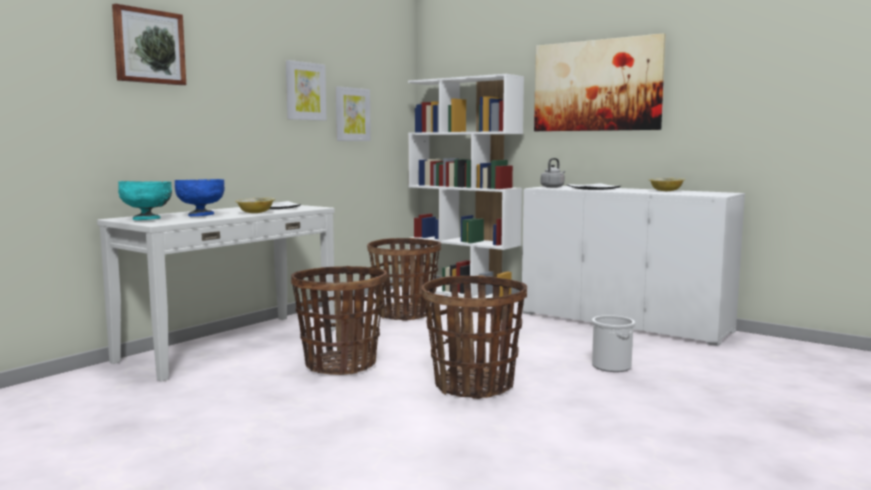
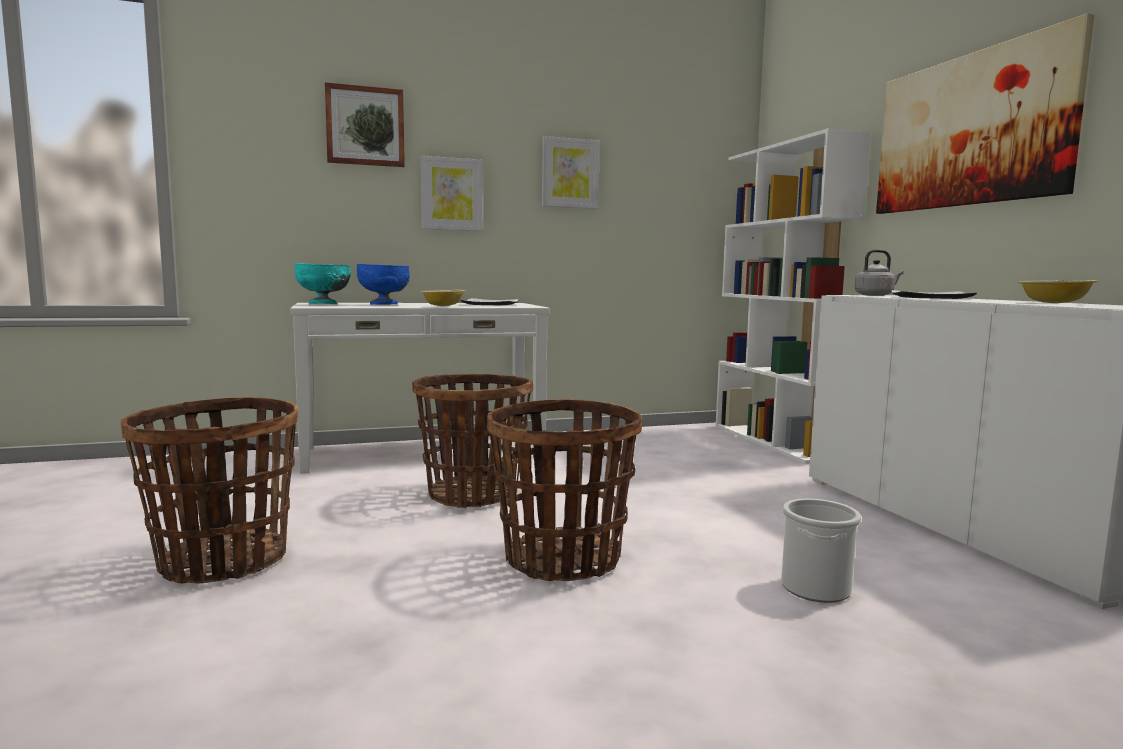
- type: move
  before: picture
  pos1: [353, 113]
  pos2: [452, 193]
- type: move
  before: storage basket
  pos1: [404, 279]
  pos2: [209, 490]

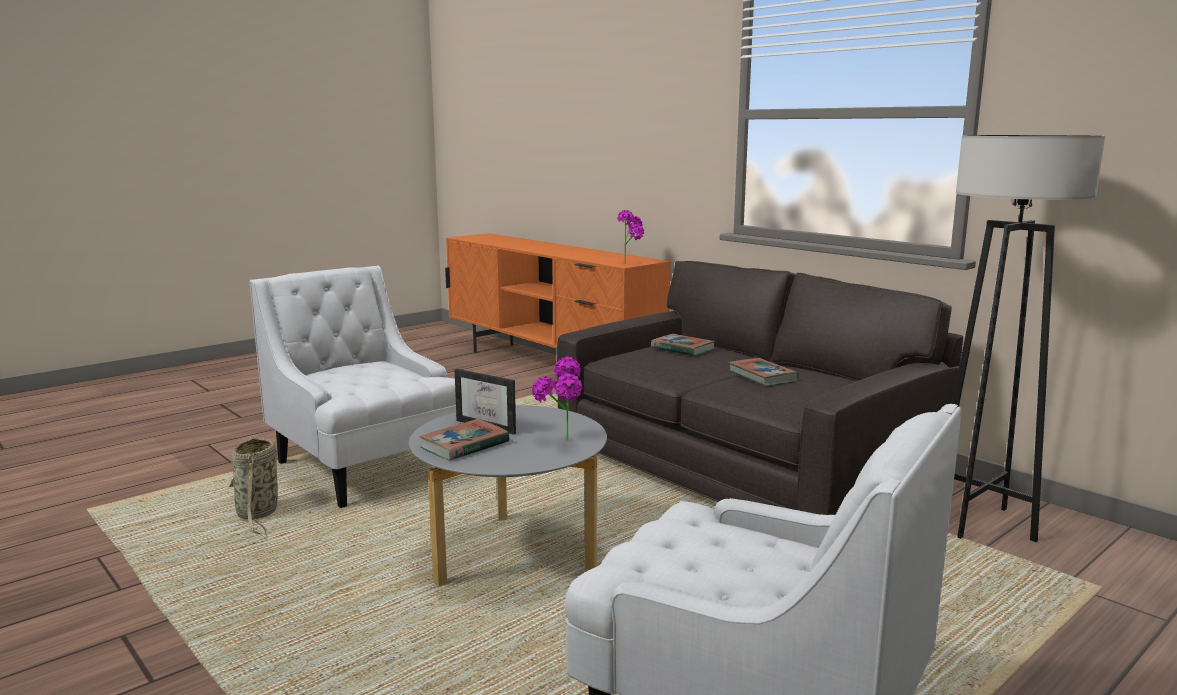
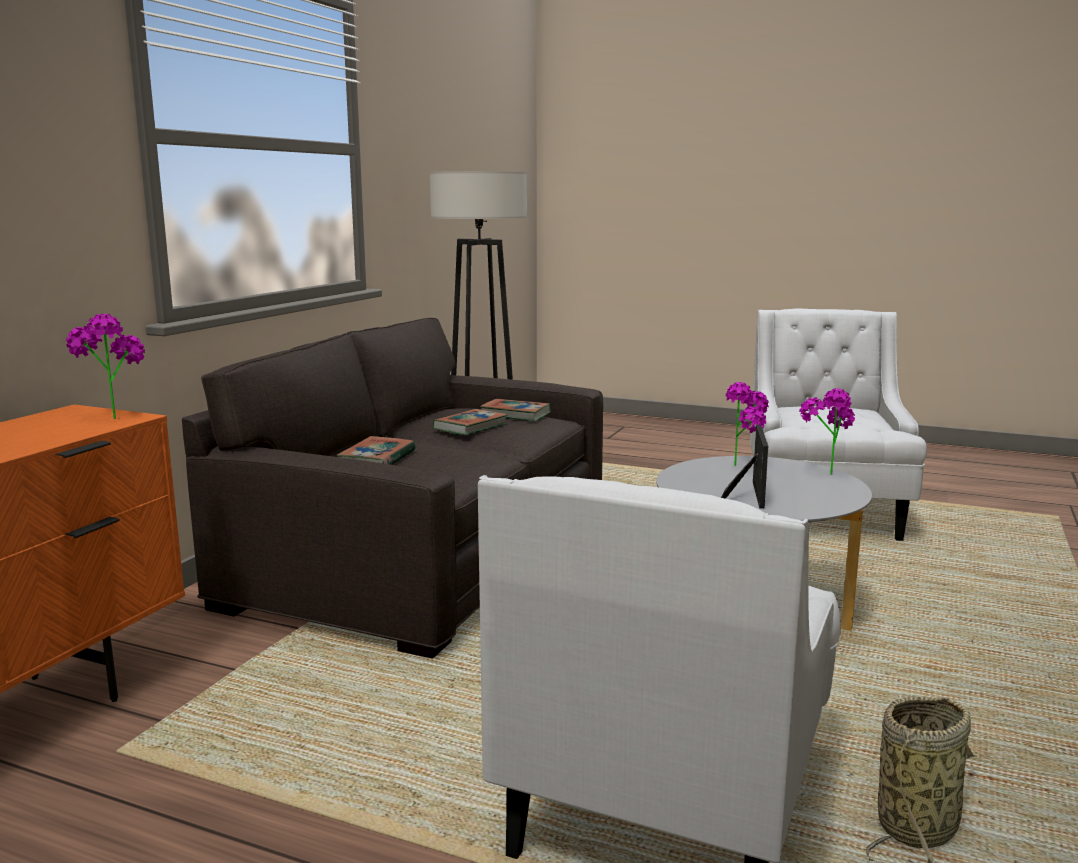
- type: move
  before: bound book
  pos1: [464, 440]
  pos2: [515, 410]
- type: insert
  after: plant in a pot
  pos2: [827, 432]

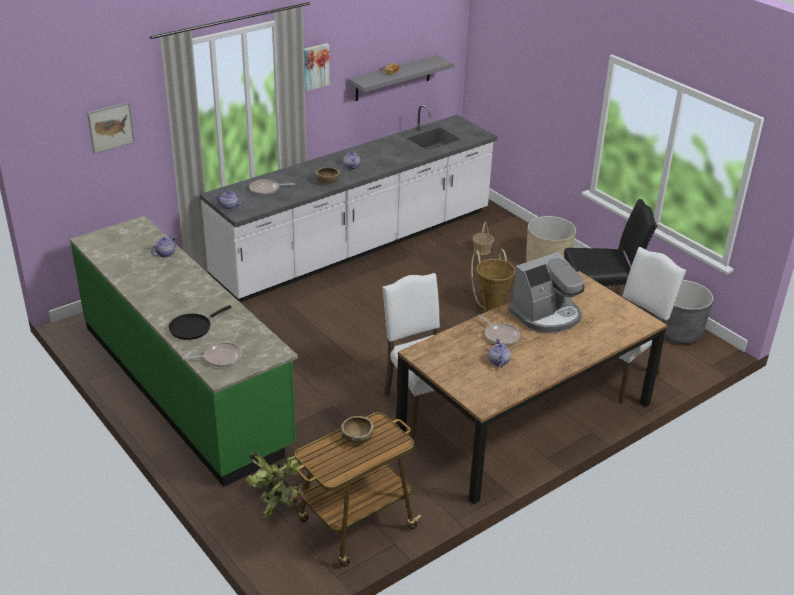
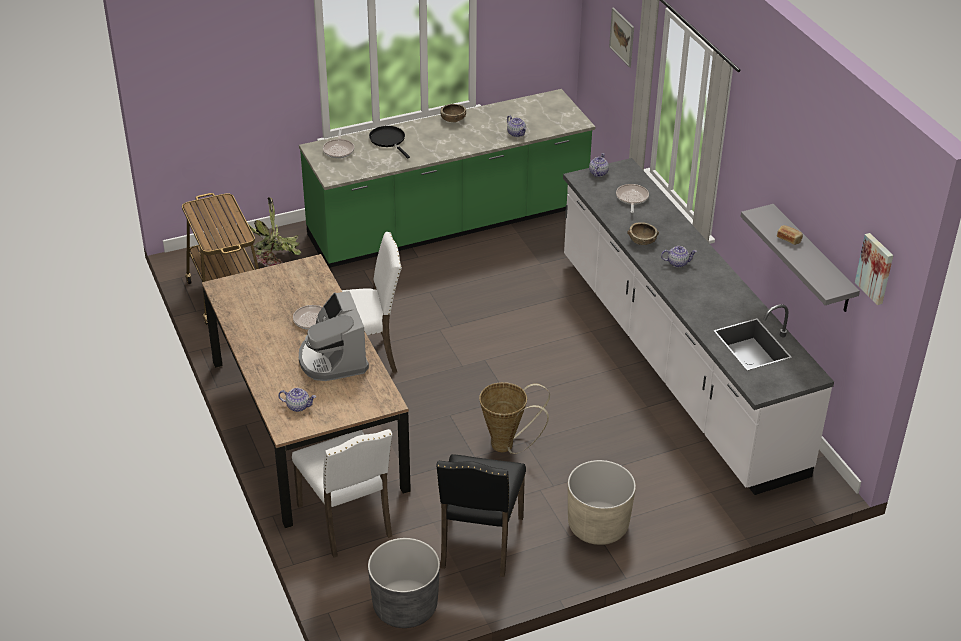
- type: move
  before: picture
  pos1: [317, 67]
  pos2: [874, 269]
- type: delete
  before: storage basket
  pos1: [483, 238]
- type: move
  before: pot for tea
  pos1: [499, 352]
  pos2: [297, 400]
- type: move
  before: brownish deep dish
  pos1: [357, 430]
  pos2: [453, 113]

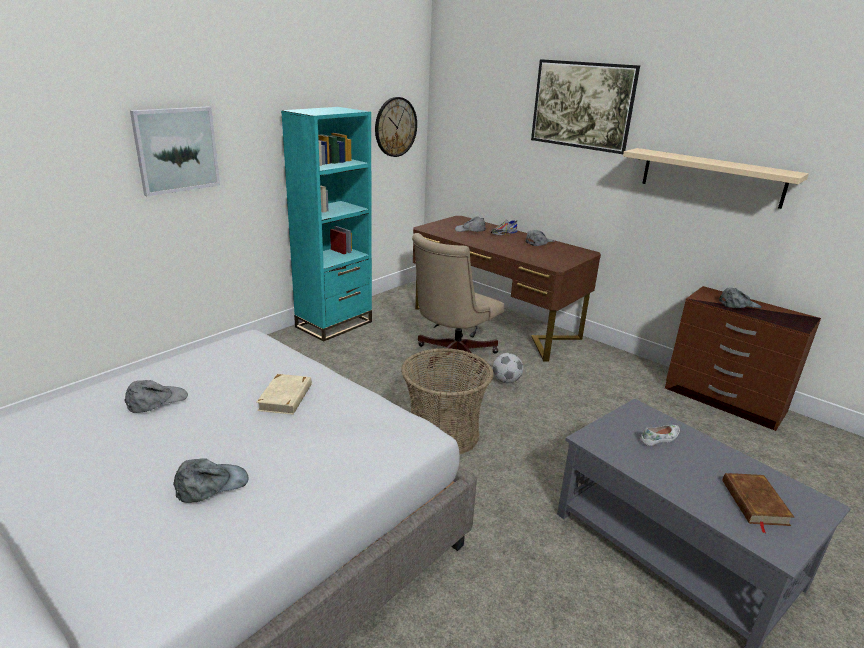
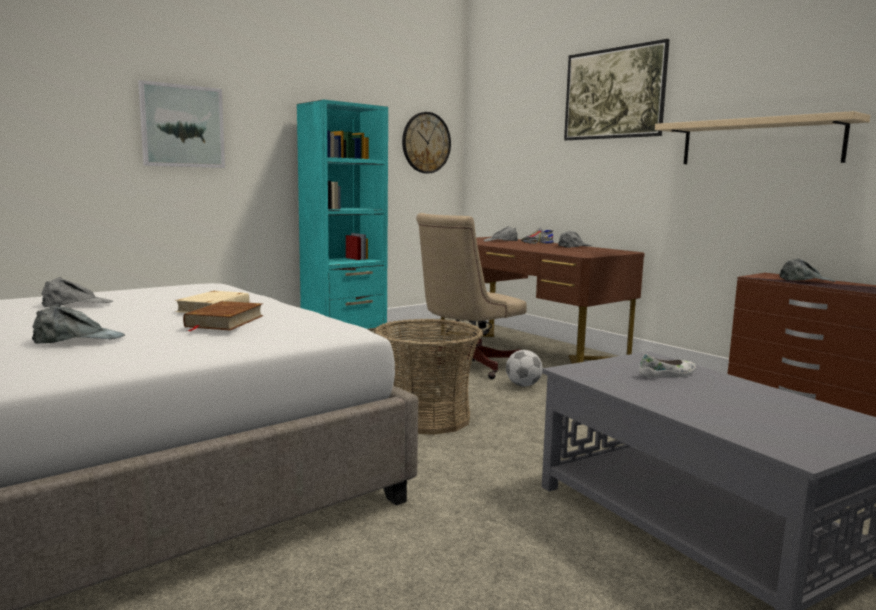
- type: move
  before: brownish bound book
  pos1: [758, 503]
  pos2: [223, 316]

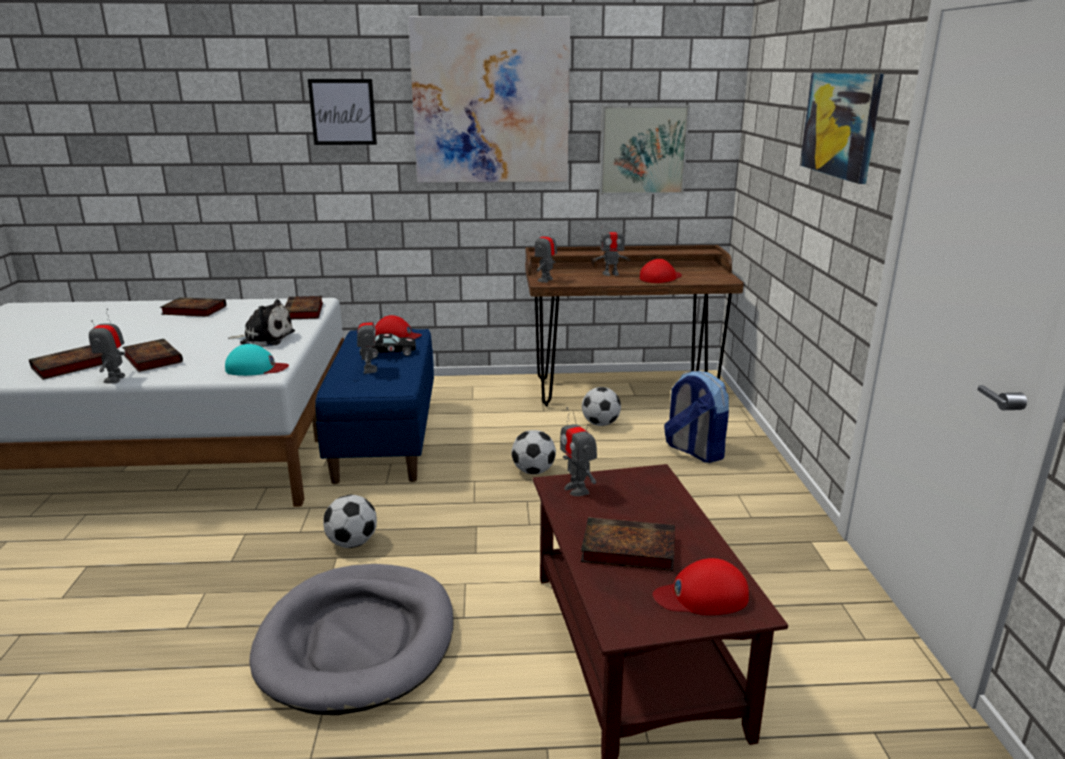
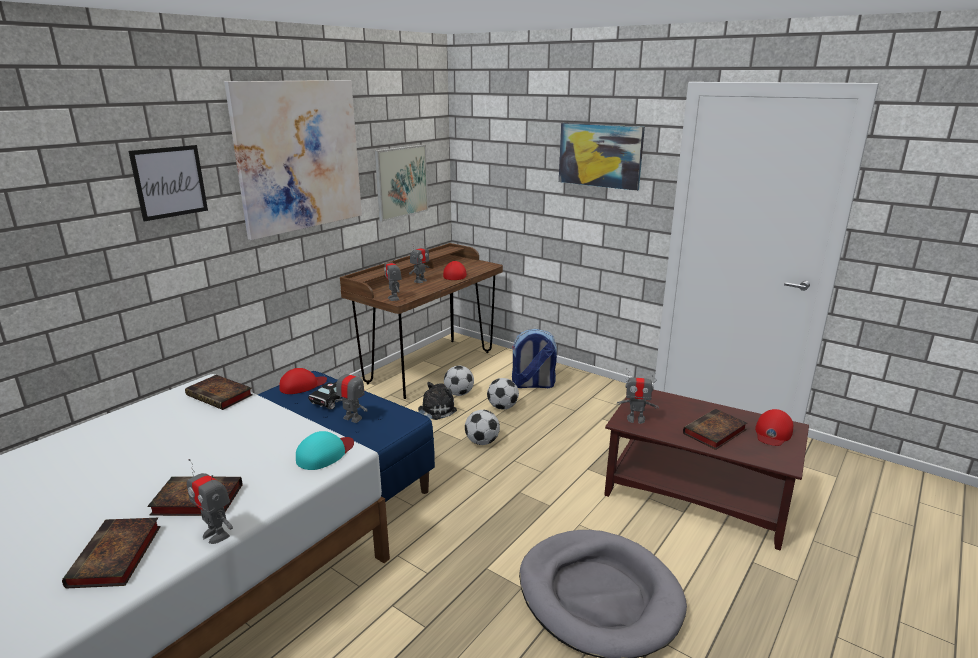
- type: delete
  before: bound book
  pos1: [193, 307]
- type: move
  before: soft toy
  pos1: [261, 323]
  pos2: [437, 401]
- type: move
  before: ball for football
  pos1: [350, 521]
  pos2: [503, 394]

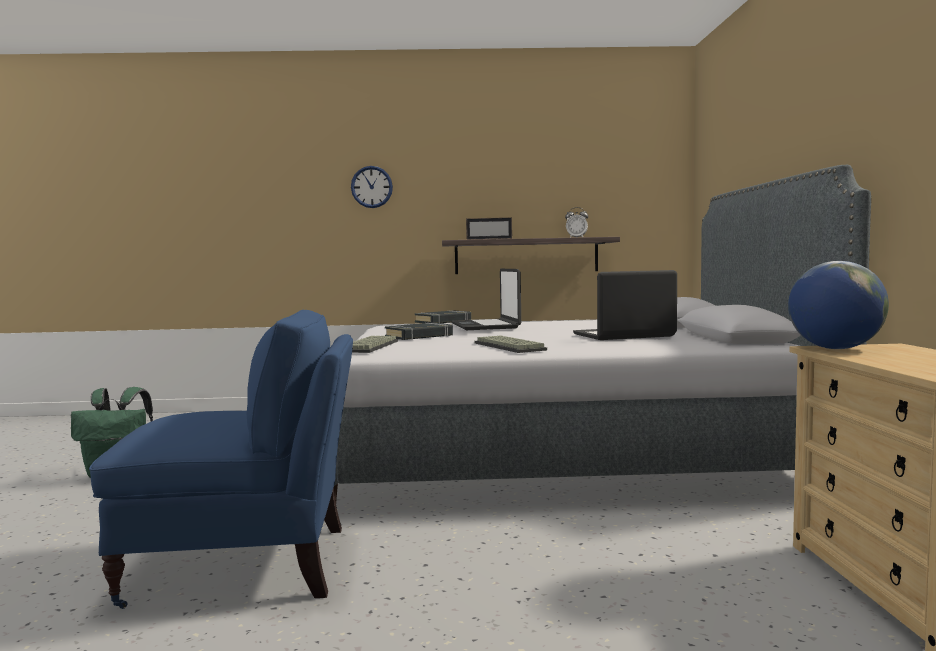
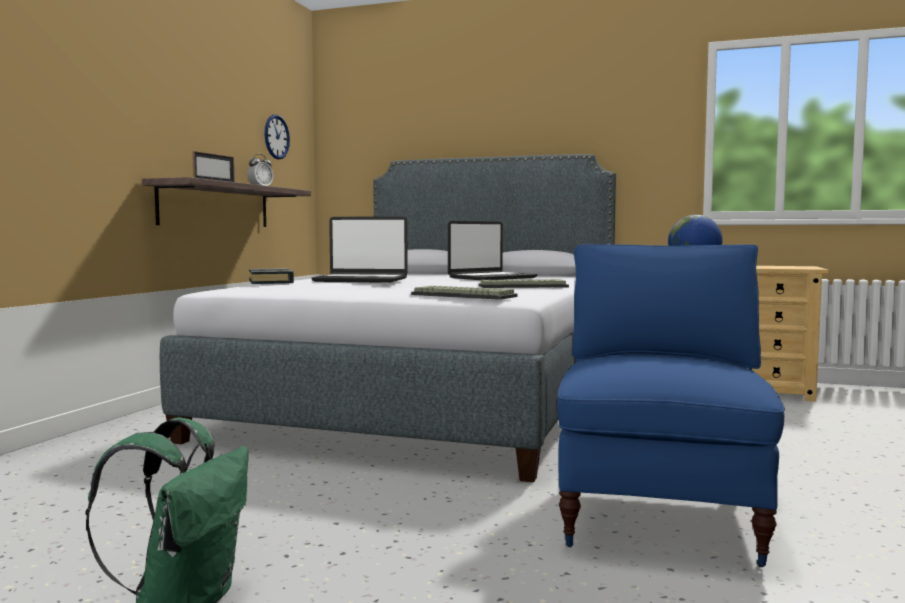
- type: move
  before: hanging clock
  pos1: [372, 187]
  pos2: [277, 137]
- type: rotate
  before: notebook computer
  pos1: [625, 305]
  pos2: [493, 250]
  turn: -135
- type: delete
  before: black-coloured bound book
  pos1: [419, 331]

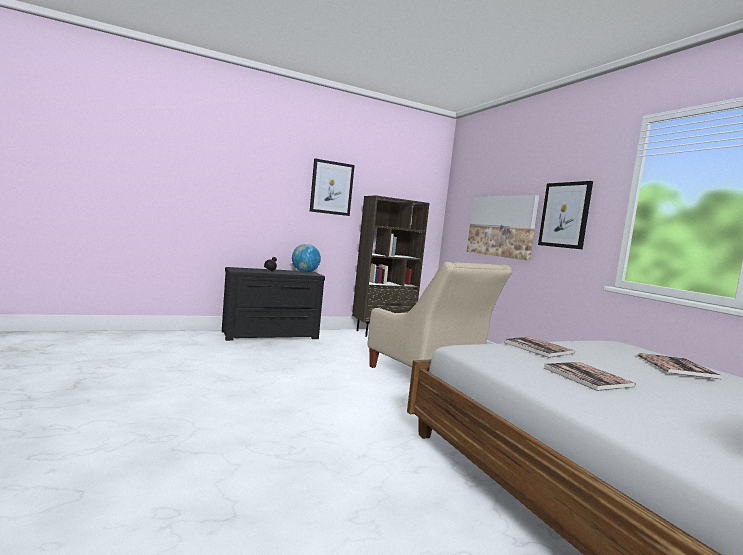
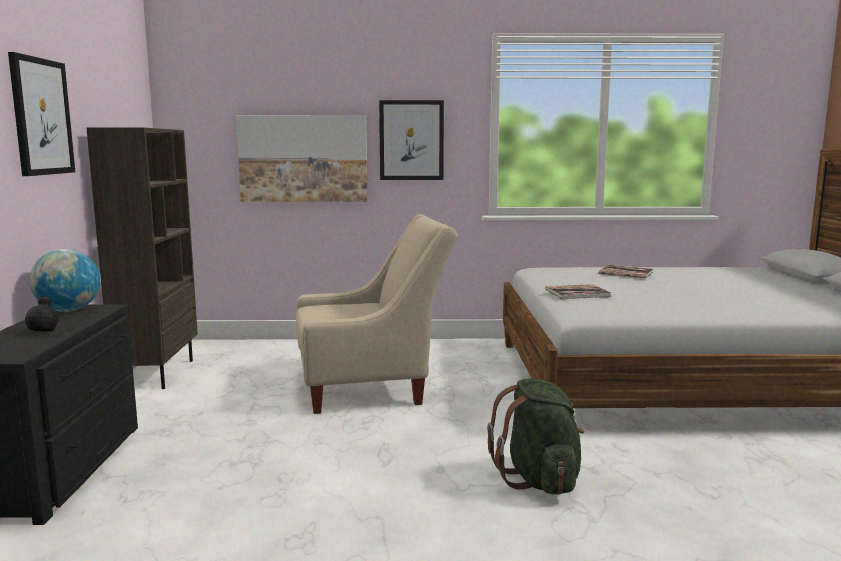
- type: delete
  before: bound book
  pos1: [590, 376]
- type: insert
  after: green rucksack
  pos2: [535, 436]

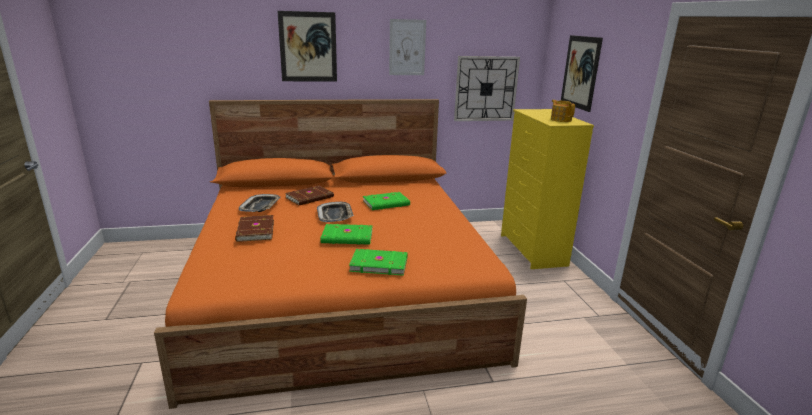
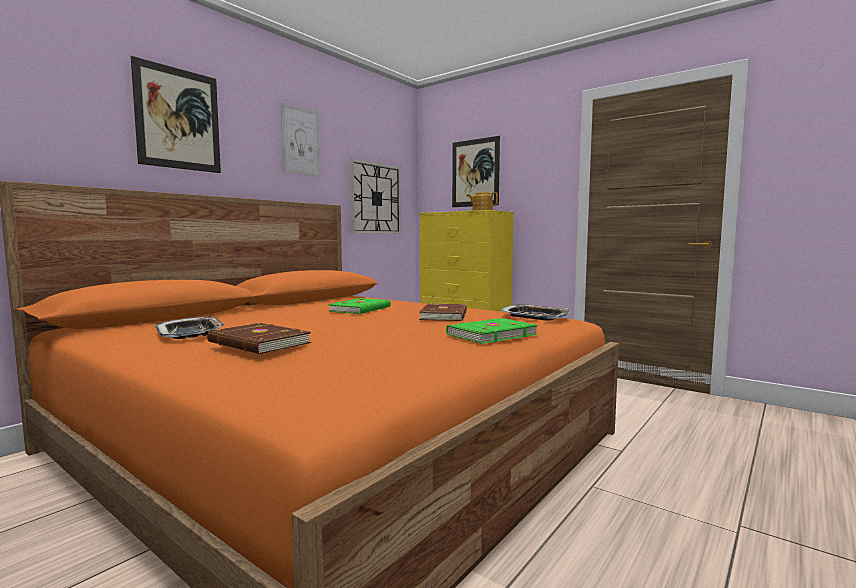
- type: move
  before: brownish bound book
  pos1: [309, 195]
  pos2: [443, 312]
- type: move
  before: serving tray
  pos1: [335, 212]
  pos2: [536, 312]
- type: delete
  before: green bound book
  pos1: [347, 234]

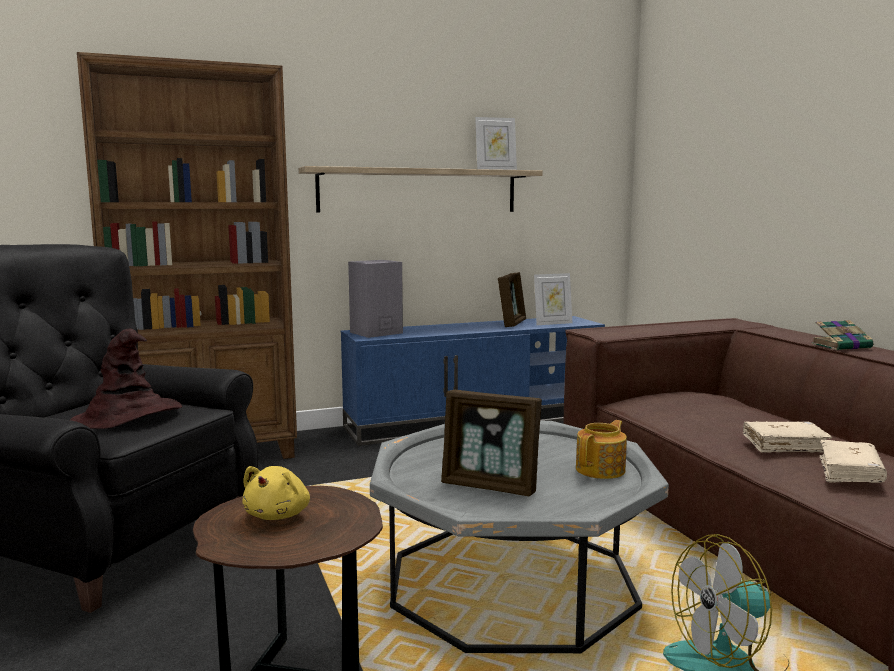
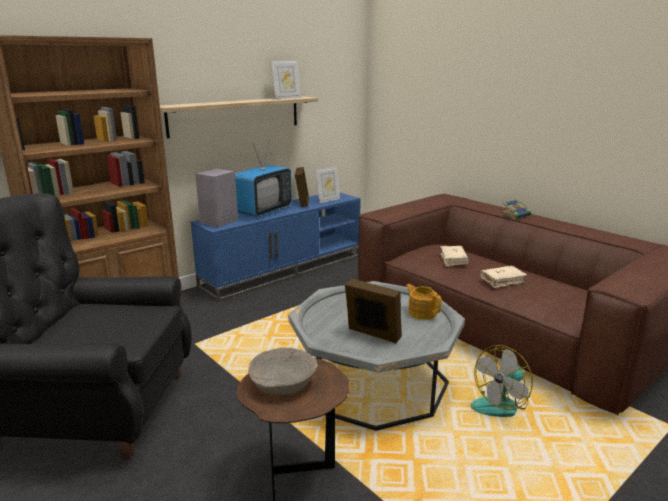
- type: delete
  before: brownish clothing hat
  pos1: [126, 378]
- type: rotate
  before: picture frame
  pos1: [491, 443]
  pos2: [373, 311]
  turn: -150
- type: rotate
  before: pot for tea
  pos1: [601, 449]
  pos2: [424, 302]
  turn: -60
- type: move
  before: sand-coloured bound book
  pos1: [853, 461]
  pos2: [454, 256]
- type: replace
  before: yellow soft toy
  after: sand-coloured deep dish
  pos1: [276, 493]
  pos2: [283, 371]
- type: insert
  after: TV
  pos2: [263, 178]

